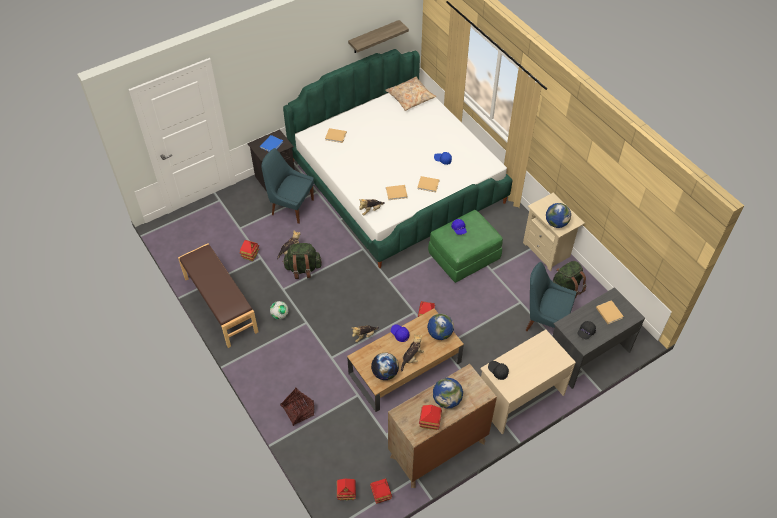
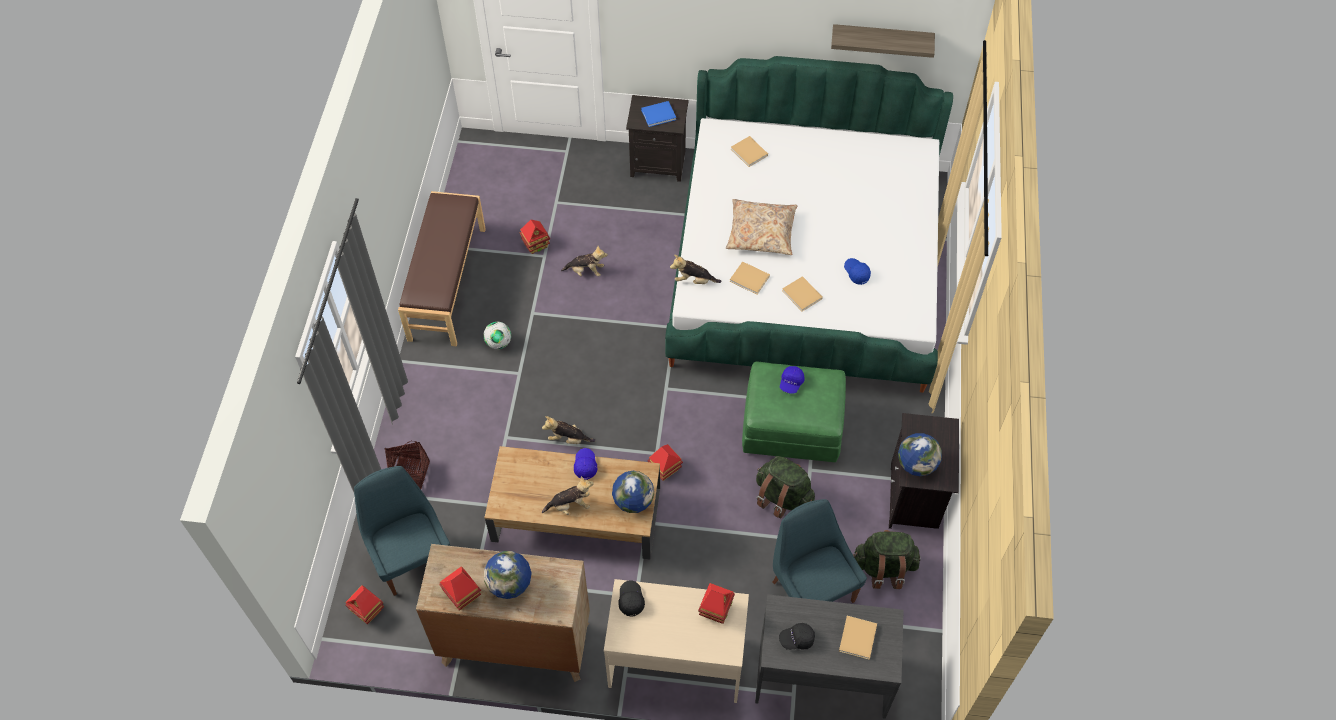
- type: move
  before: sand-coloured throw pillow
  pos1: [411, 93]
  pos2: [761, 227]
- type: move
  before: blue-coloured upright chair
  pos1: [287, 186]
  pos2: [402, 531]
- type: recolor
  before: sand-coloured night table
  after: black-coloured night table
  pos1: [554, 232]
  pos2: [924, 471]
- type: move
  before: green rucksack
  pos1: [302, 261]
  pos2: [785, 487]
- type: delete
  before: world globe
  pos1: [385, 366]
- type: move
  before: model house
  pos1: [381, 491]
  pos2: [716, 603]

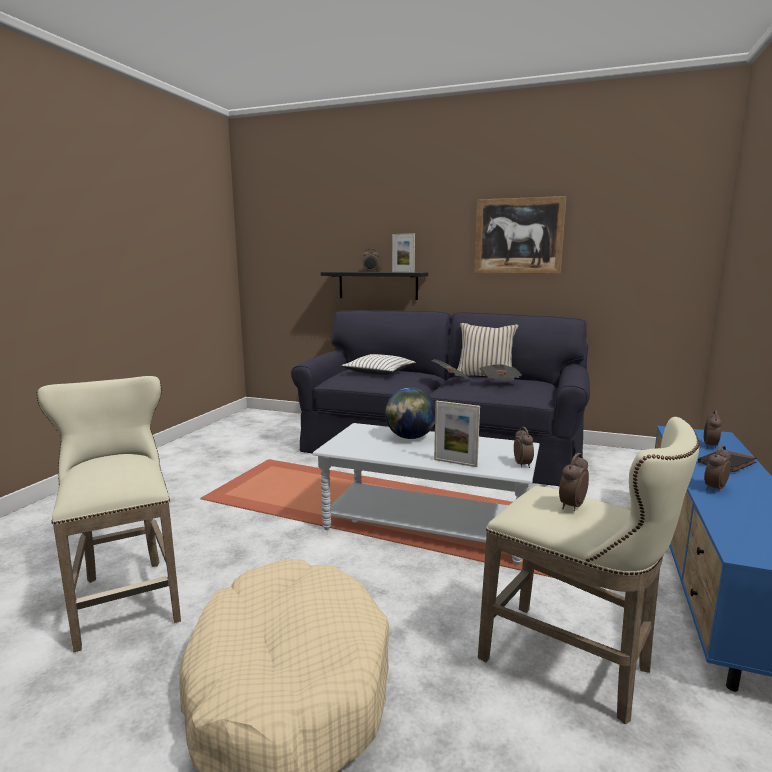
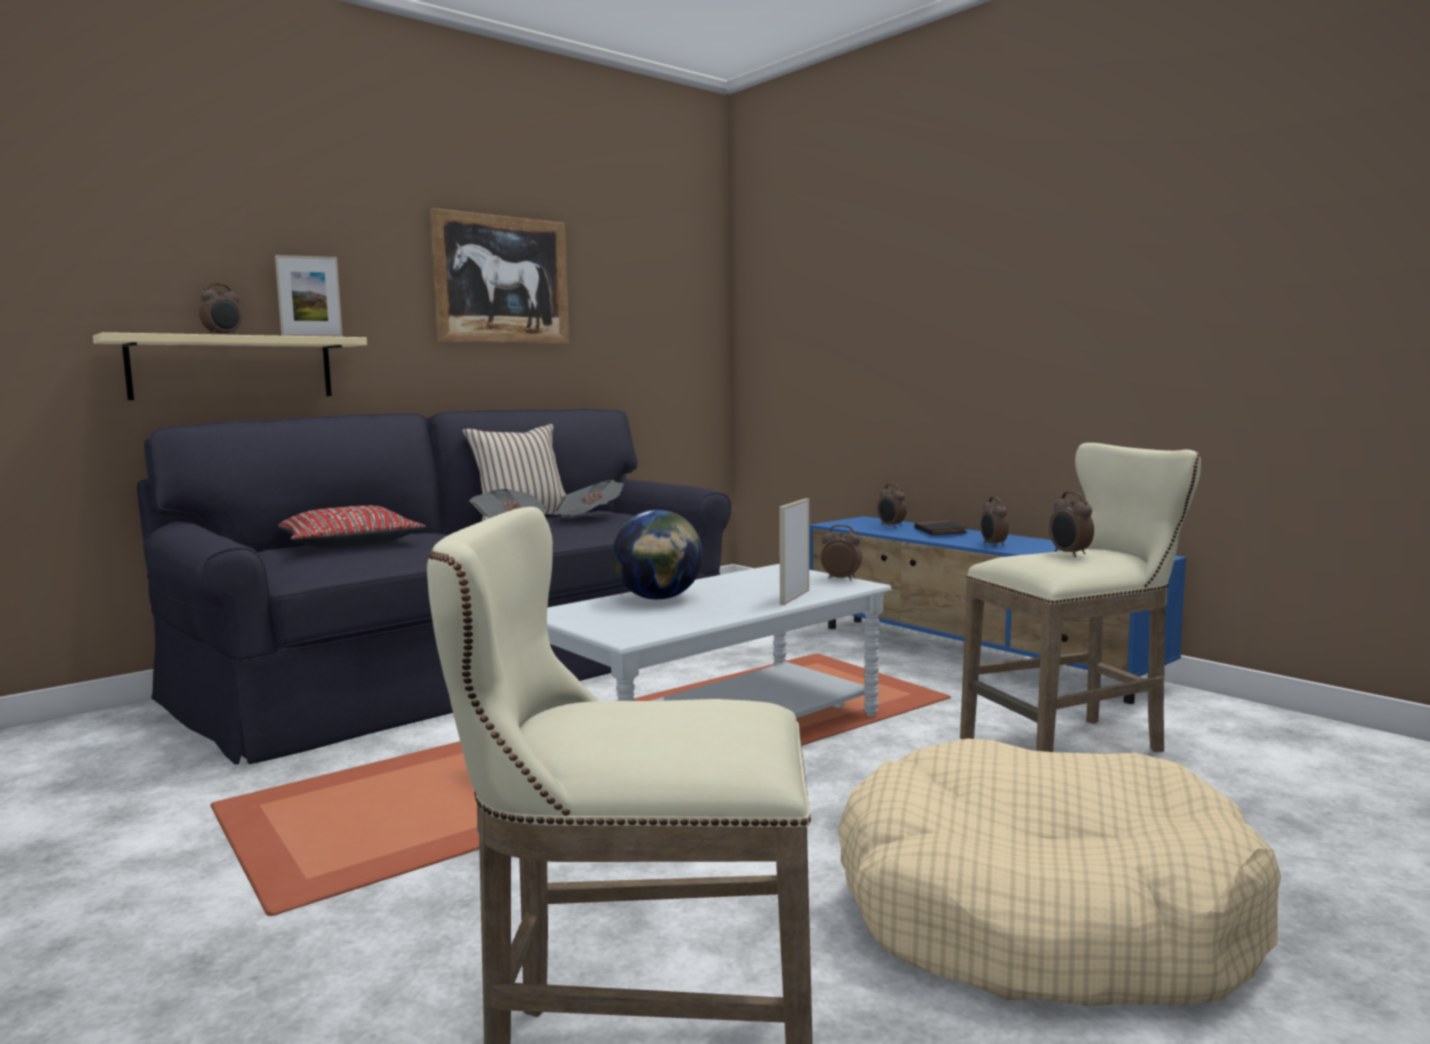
- type: recolor
  before: black-coloured wall shelf
  after: sand-coloured wall shelf
  pos1: [374, 286]
  pos2: [230, 366]
- type: recolor
  before: white-coloured throw pillow
  after: red throw pillow
  pos1: [378, 364]
  pos2: [352, 526]
- type: rotate
  before: picture frame
  pos1: [457, 434]
  pos2: [794, 551]
  turn: 150

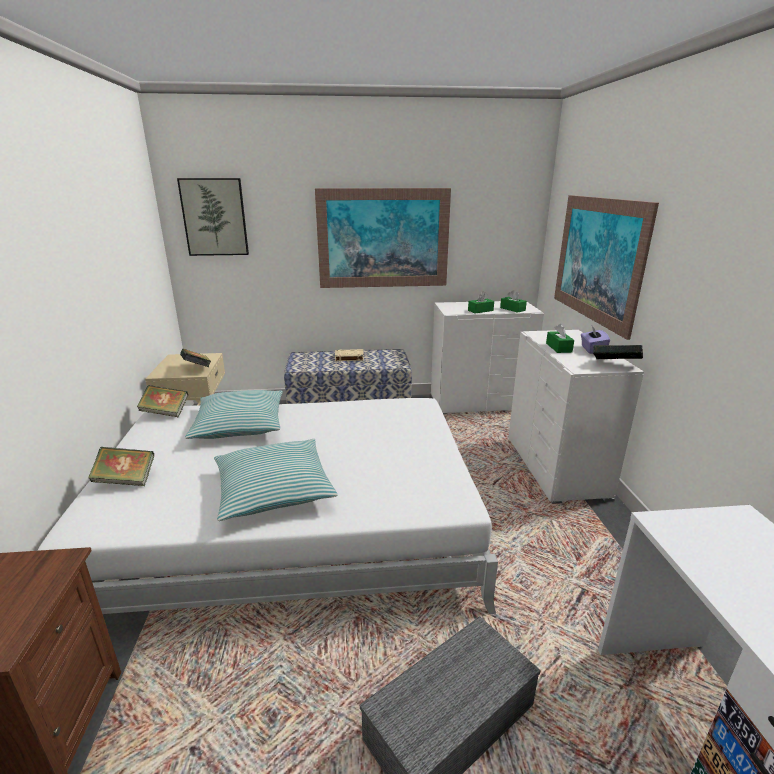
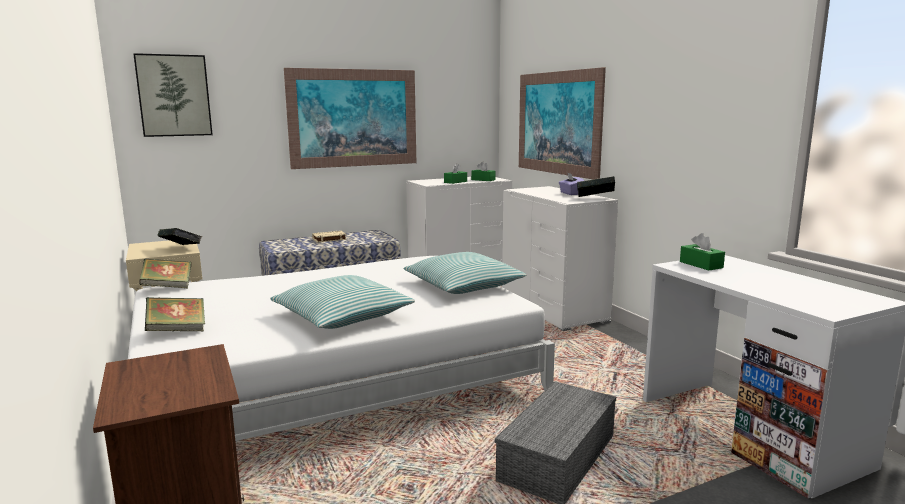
- type: move
  before: green box of tissues
  pos1: [560, 338]
  pos2: [702, 252]
- type: move
  before: throw pillow
  pos1: [234, 414]
  pos2: [465, 273]

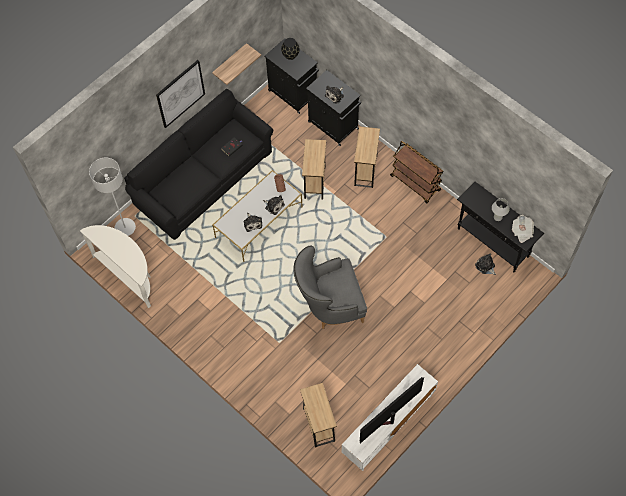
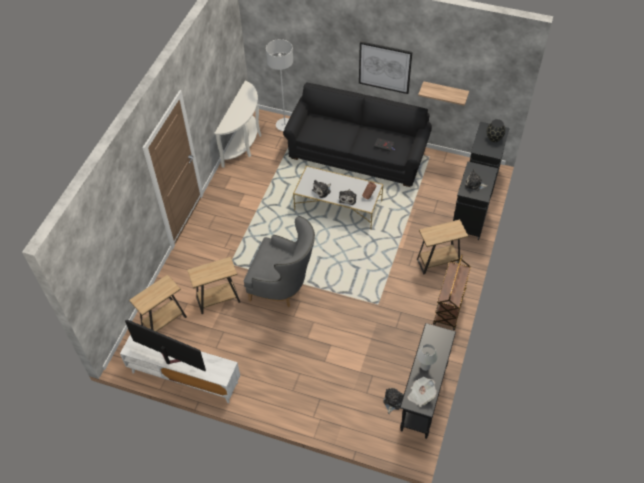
- type: move
  before: brownish side table
  pos1: [314, 169]
  pos2: [213, 285]
- type: rotate
  before: greyish easy chair
  pos1: [330, 287]
  pos2: [279, 261]
  turn: 150

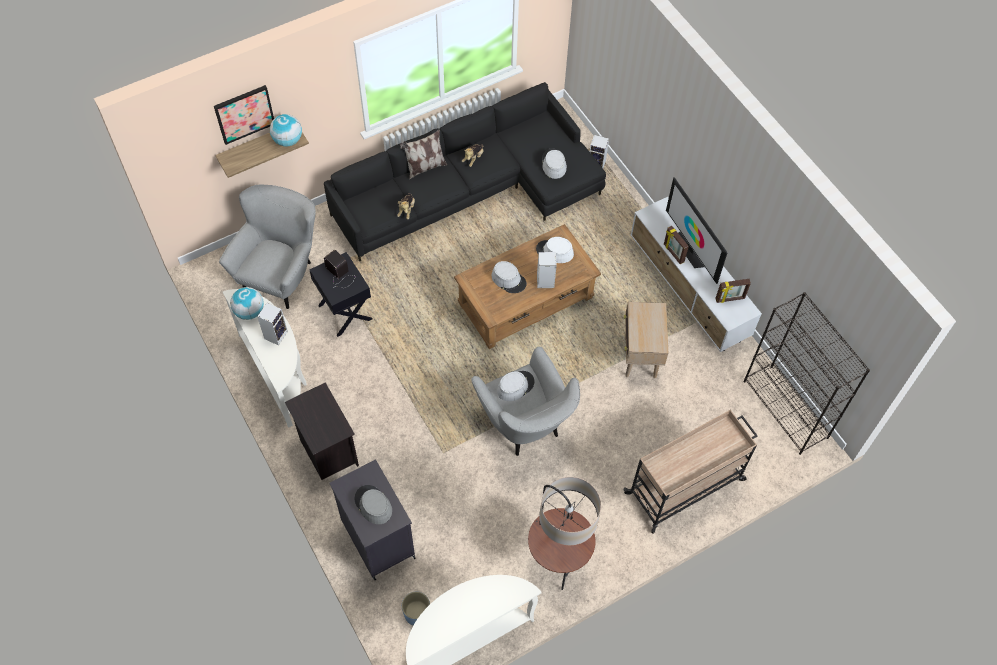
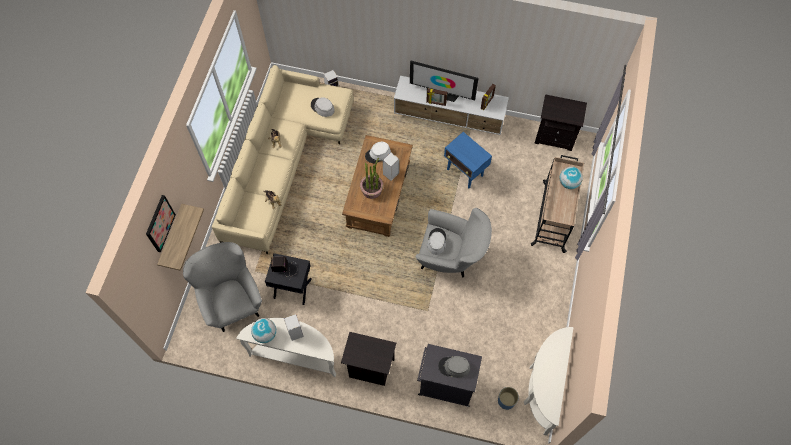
- type: recolor
  before: black-coloured settee
  after: sand-coloured settee
  pos1: [465, 172]
  pos2: [283, 159]
- type: move
  before: world globe
  pos1: [286, 130]
  pos2: [571, 178]
- type: delete
  before: throw pillow
  pos1: [423, 155]
- type: replace
  before: greyish clothing hat
  after: plant in a pot
  pos1: [509, 277]
  pos2: [372, 178]
- type: replace
  before: black-coloured bookcase
  after: black-coloured night table
  pos1: [807, 373]
  pos2: [560, 122]
- type: recolor
  before: sand-coloured side table
  after: blue-coloured side table
  pos1: [646, 340]
  pos2: [468, 160]
- type: delete
  before: standard lamp
  pos1: [564, 533]

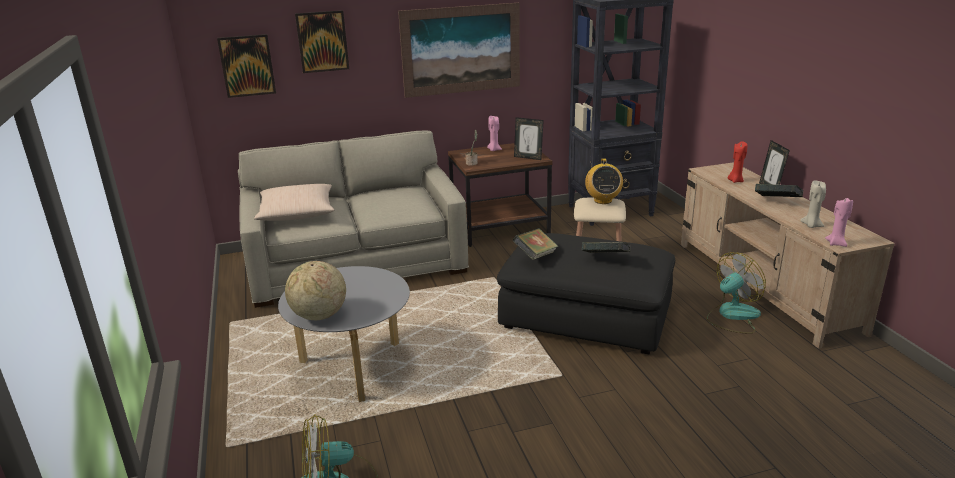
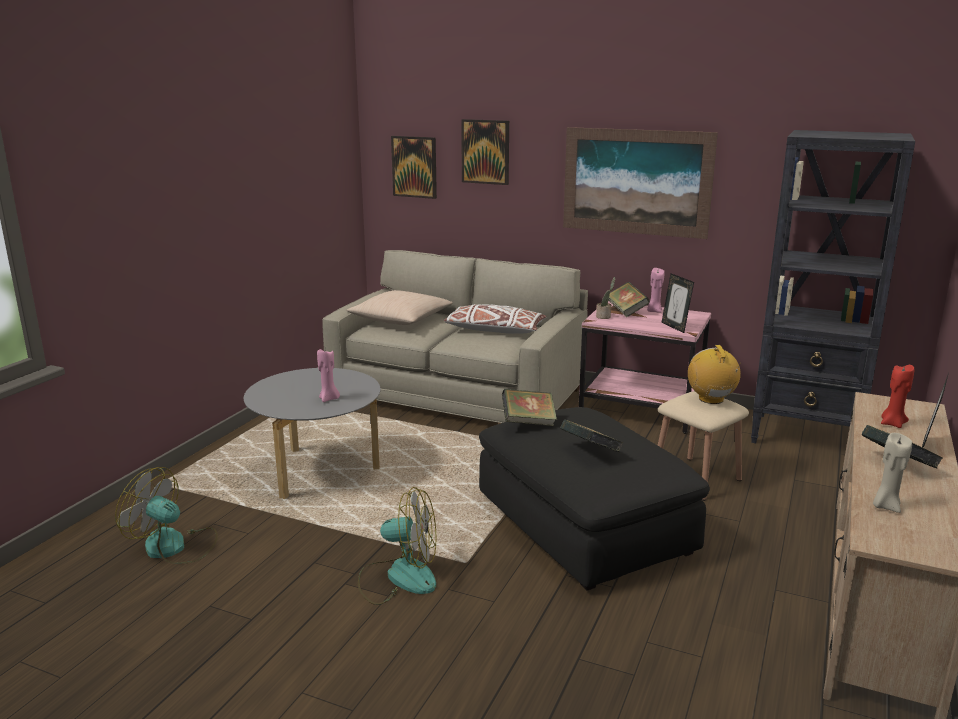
- type: recolor
  before: brownish side table
  after: pink-coloured side table
  pos1: [500, 195]
  pos2: [645, 367]
- type: rotate
  before: radio receiver
  pos1: [604, 181]
  pos2: [714, 374]
  turn: 135
- type: move
  before: pink-coloured wax light
  pos1: [839, 222]
  pos2: [328, 375]
- type: move
  before: fan
  pos1: [736, 292]
  pos2: [397, 546]
- type: delete
  before: world globe
  pos1: [315, 290]
- type: insert
  after: bound book
  pos2: [629, 299]
- type: insert
  after: white-coloured throw pillow
  pos2: [495, 319]

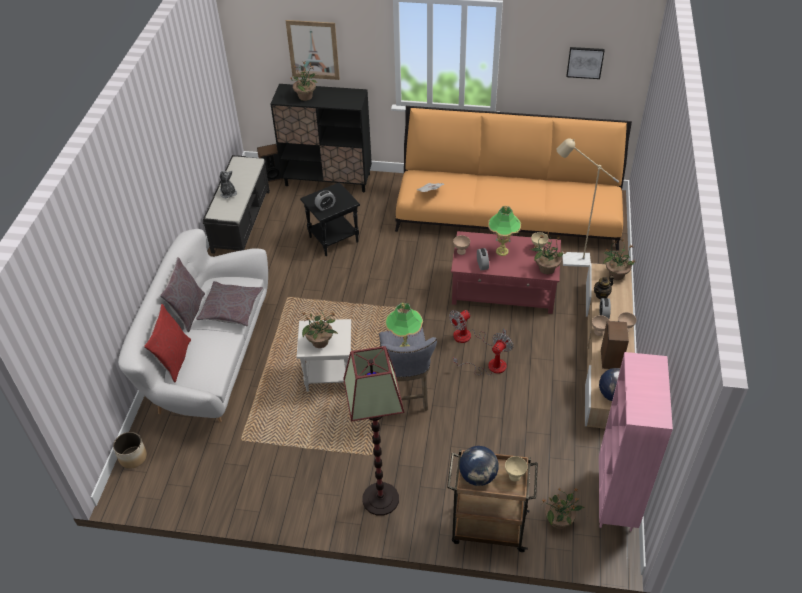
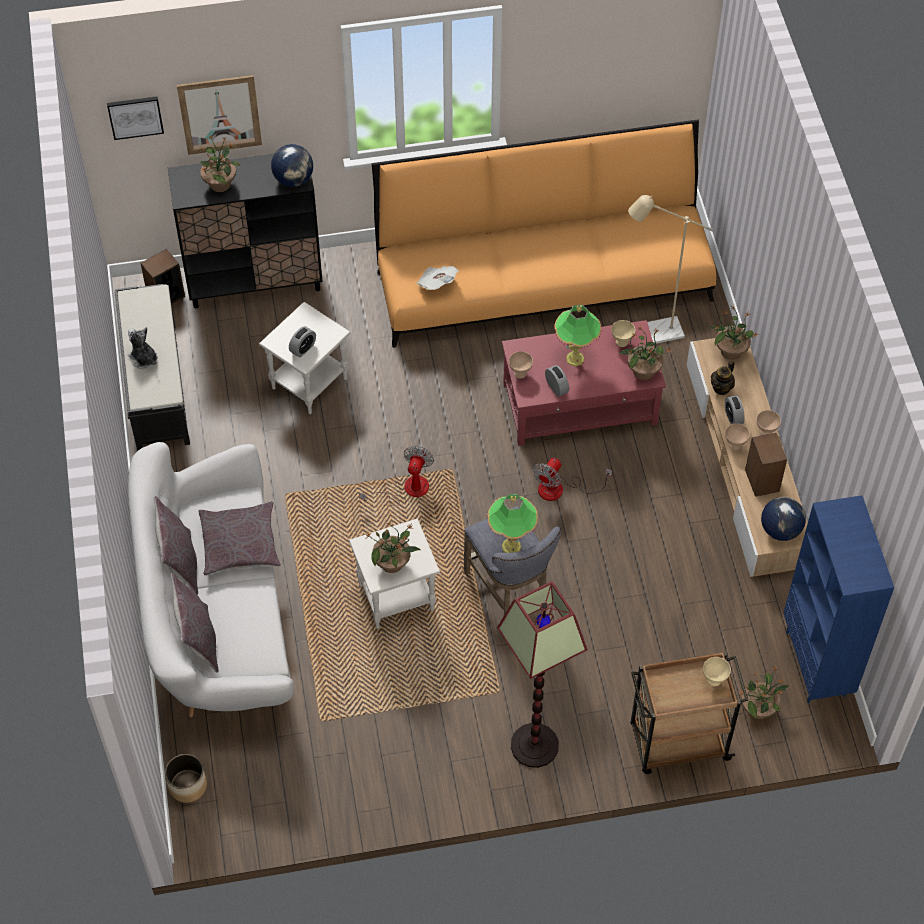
- type: move
  before: picture
  pos1: [585, 63]
  pos2: [135, 118]
- type: recolor
  before: black-coloured side table
  after: white-coloured side table
  pos1: [330, 219]
  pos2: [304, 358]
- type: recolor
  before: red throw pillow
  after: greyish throw pillow
  pos1: [167, 343]
  pos2: [195, 623]
- type: move
  before: fan
  pos1: [483, 354]
  pos2: [396, 476]
- type: recolor
  before: pink-coloured bookcase
  after: blue-coloured bookcase
  pos1: [636, 441]
  pos2: [838, 599]
- type: move
  before: world globe
  pos1: [479, 466]
  pos2: [292, 165]

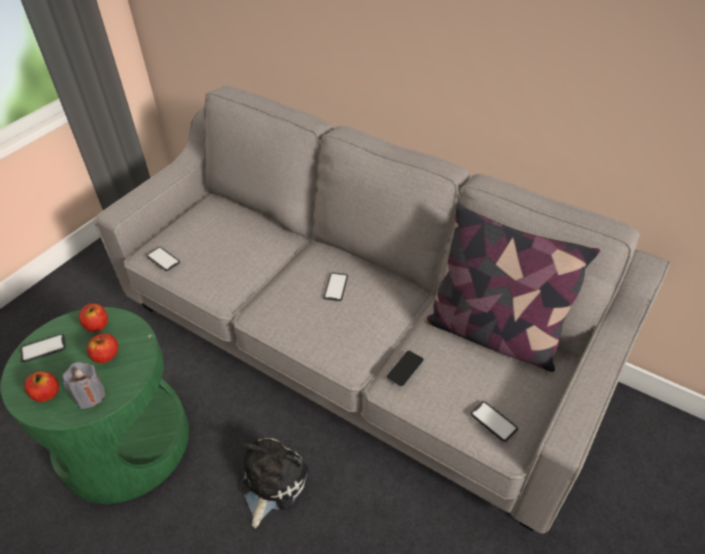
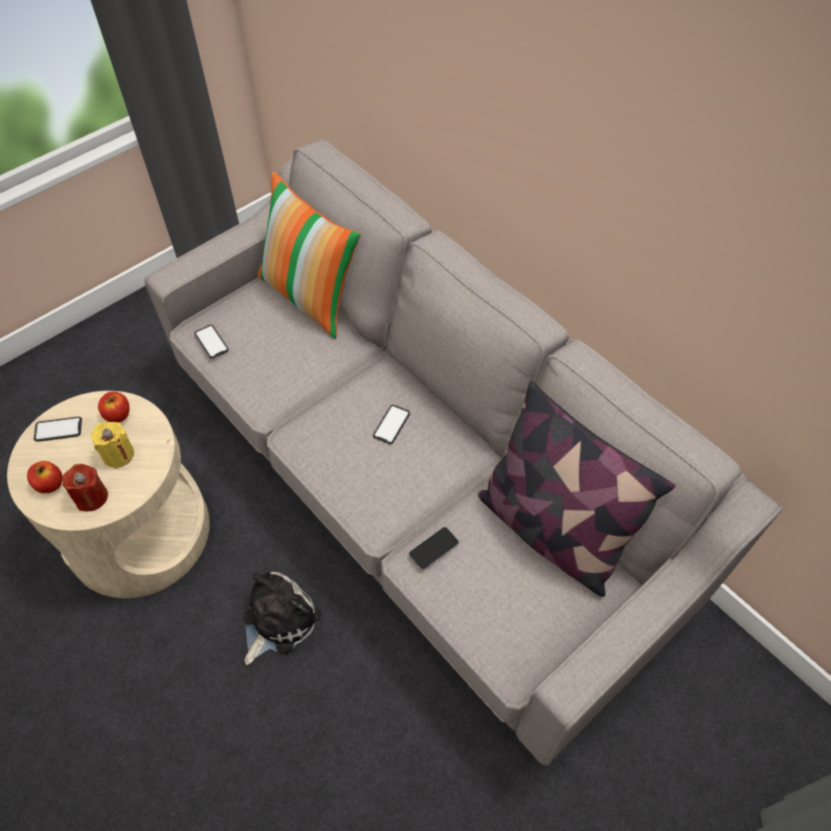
- type: recolor
  before: green side table
  after: sand-coloured side table
  pos1: [95, 405]
  pos2: [108, 494]
- type: replace
  before: whole apple
  after: yellow wax light
  pos1: [102, 348]
  pos2: [112, 445]
- type: recolor
  before: greyish wax light
  after: red wax light
  pos1: [84, 385]
  pos2: [85, 488]
- type: delete
  before: telephone
  pos1: [494, 421]
- type: insert
  after: throw pillow
  pos2: [309, 255]

